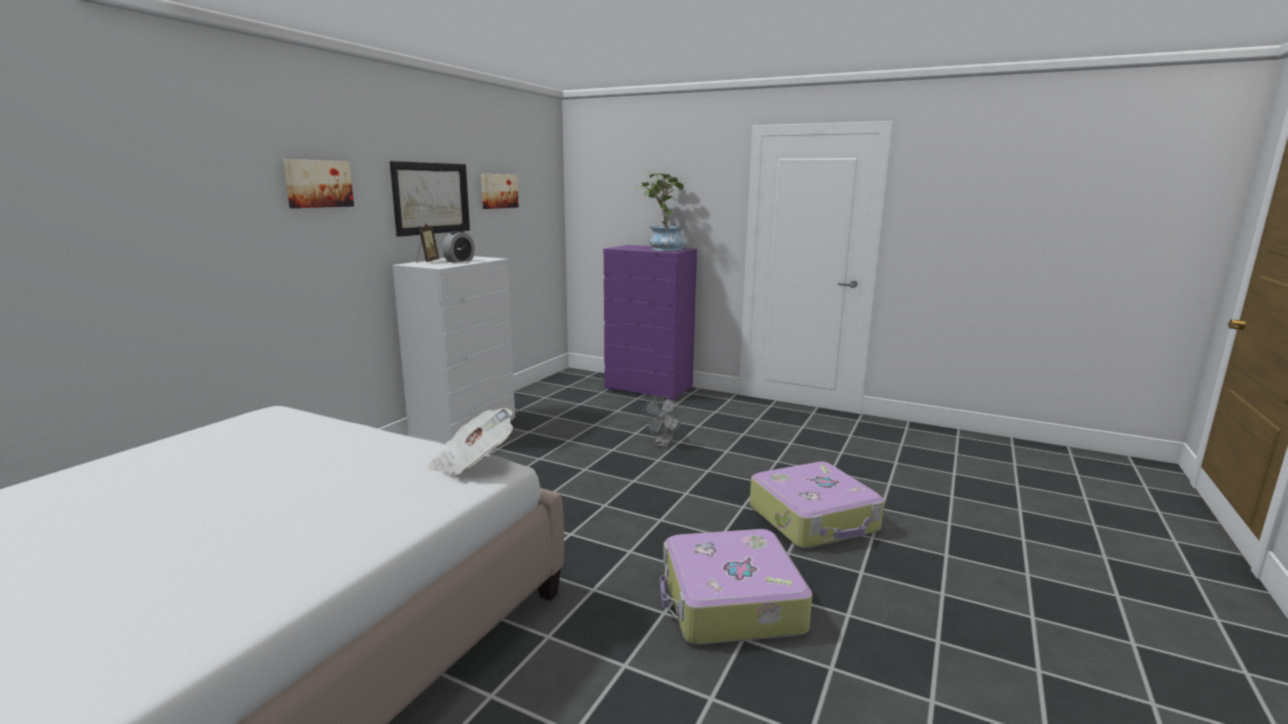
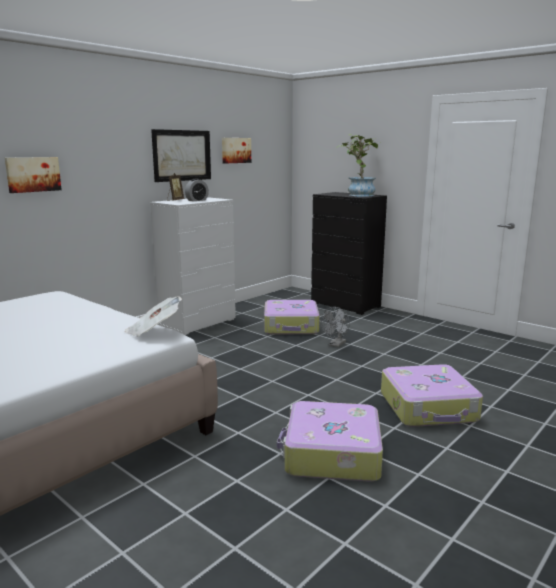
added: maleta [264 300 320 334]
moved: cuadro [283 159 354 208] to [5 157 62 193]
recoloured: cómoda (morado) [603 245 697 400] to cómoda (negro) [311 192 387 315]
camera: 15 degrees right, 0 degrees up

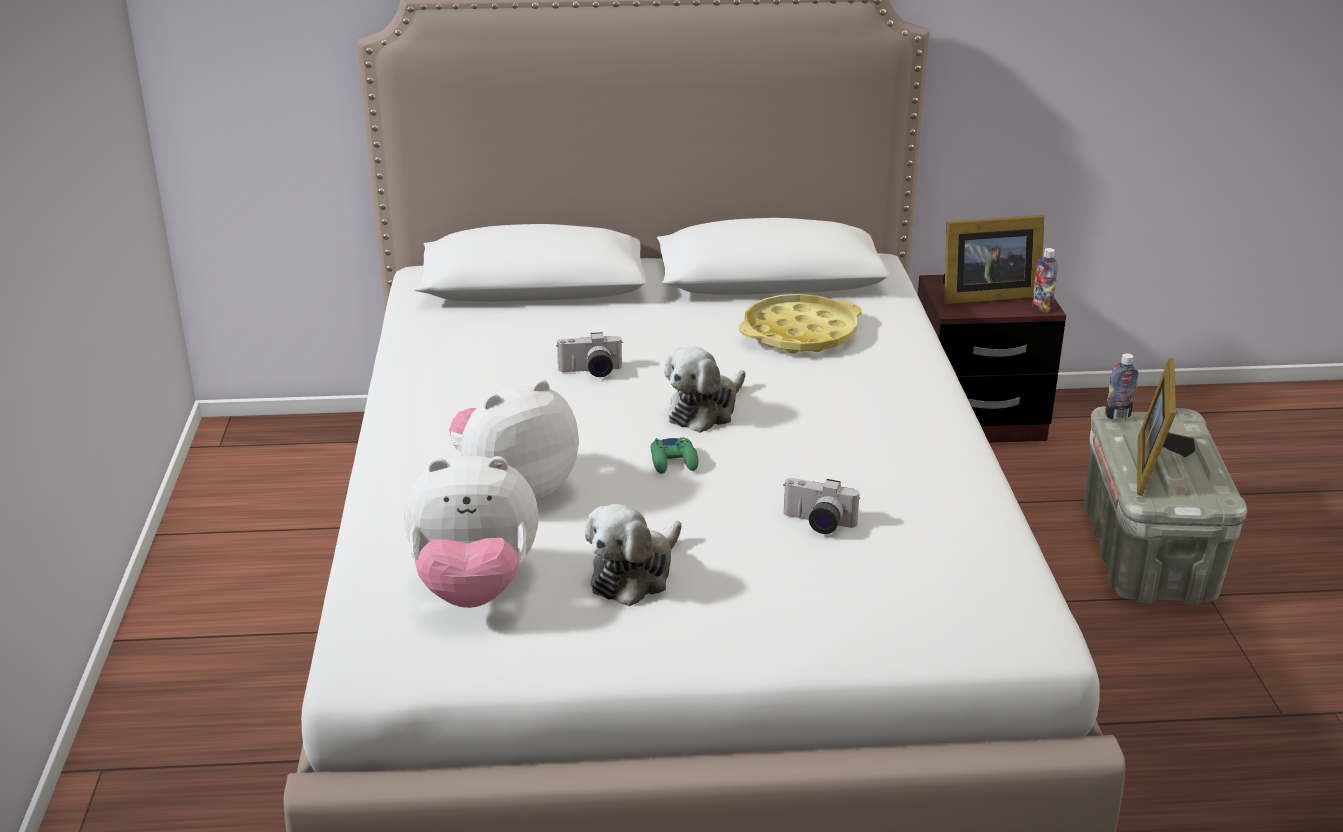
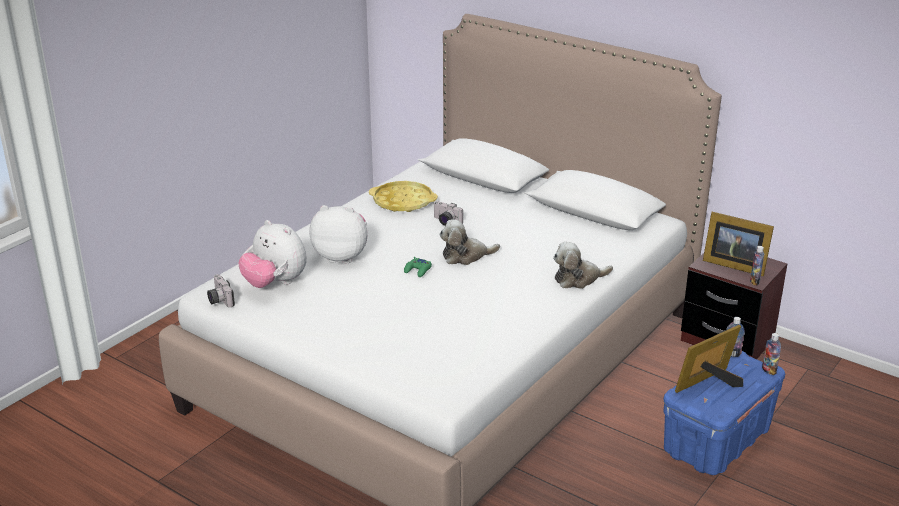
added: botella [762 333 781 375]
moved: bandeja (amarillo) [739 294 862 354] to [369 181 438 212]; cámara [783 478 860 534] to [207 274 235 307]; peluche [585 504 681 606] to [553 242 613 289]
recoloured: caja de almacenaje (gris) [1083 406 1247 605] to caja de almacenaje (azul) [663 351 785 475]
camera: 40 degrees right, 0 degrees up

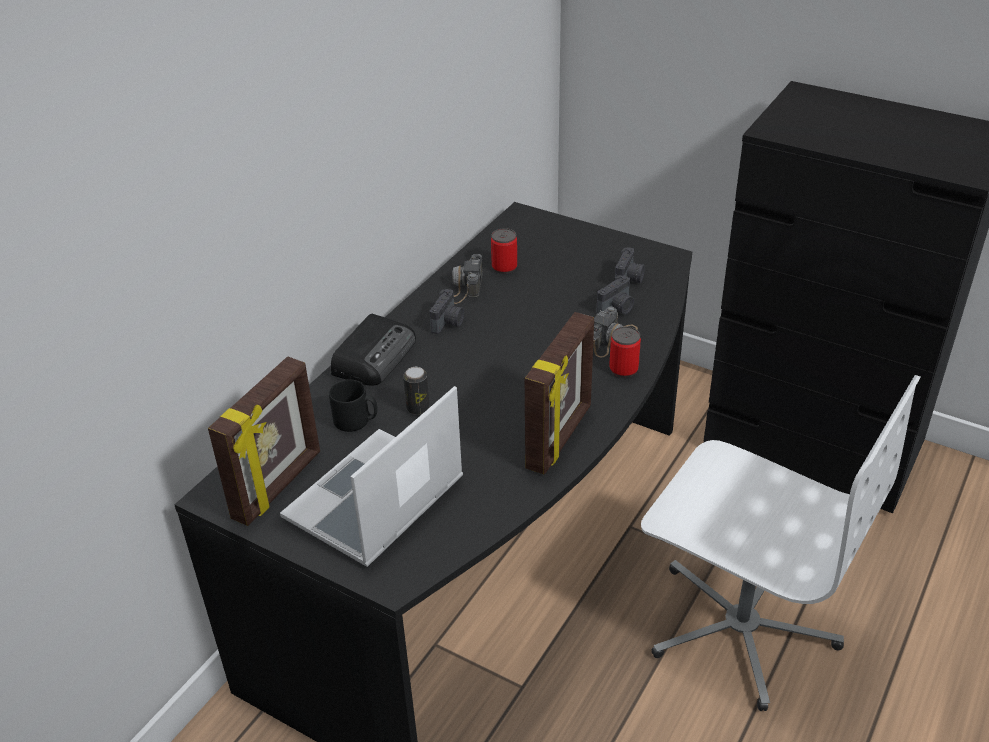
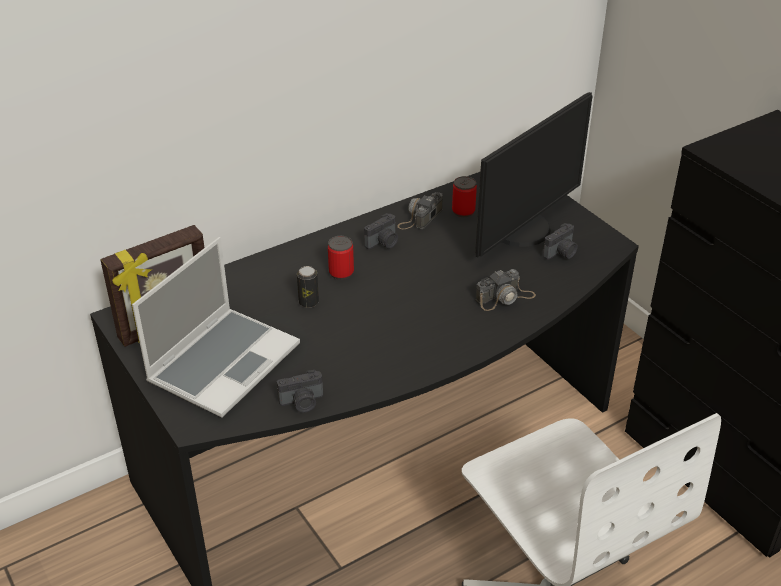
removed: portarretratos [525 312 594 474]; radio [331 314 416 386]; taza grande (negro) [329 380 378 432]
added: monitor [475 92 593 258]
moved: cámara [596 275 634 315] to [277 370 323 413]; lata [609 326 641 378] to [328 236 354 280]
turned: portátil [280 386 463 567] = [132 237 300 418] 150 degrees clockwise
camera: 25 degrees right, 0 degrees up

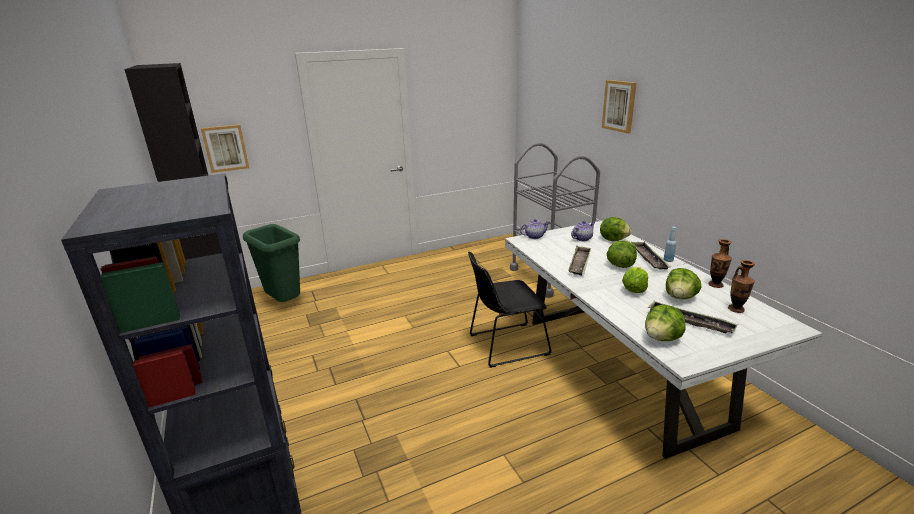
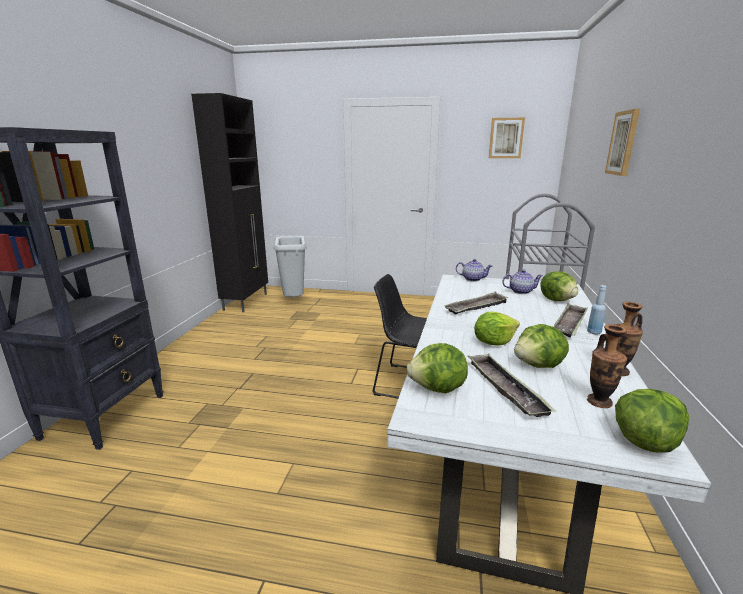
moved: cuadro [201 125 249 173] to [489 118 525 158]; lechuga [607 241 637 268] to [615 389 689 453]
recoloured: papelera (verde) [243 224 300 302] to papelera (gris) [274 236 307 297]
camera: 35 degrees right, 5 degrees down

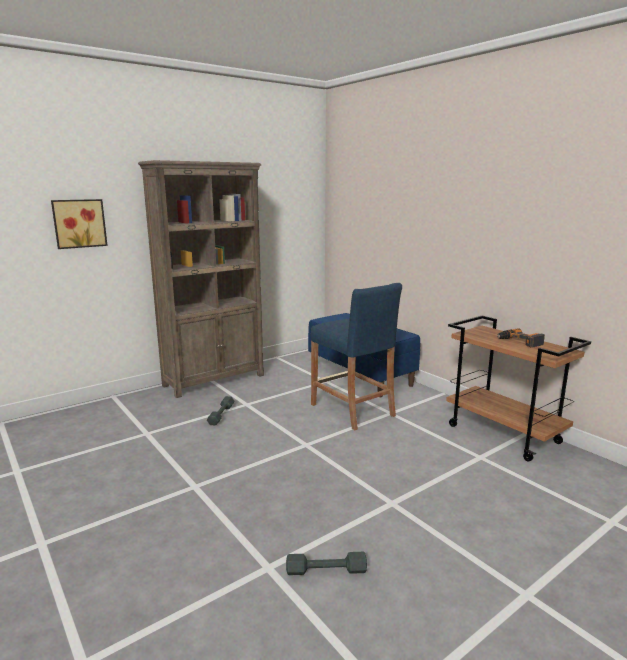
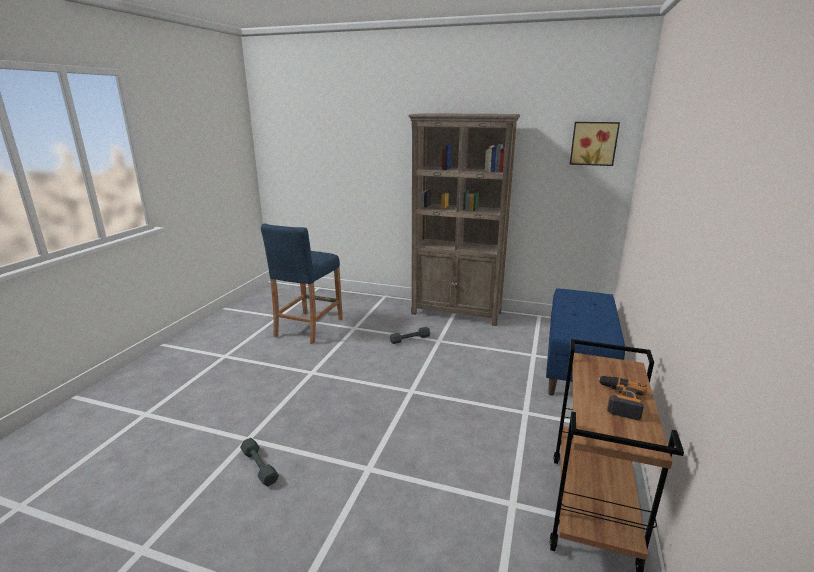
moved: cuadro [51 199 108 249] to [570 122 620 166]; taburete (azul) [311 283 402 430] to [261 223 343 344]
camera: 55 degrees right, 5 degrees up

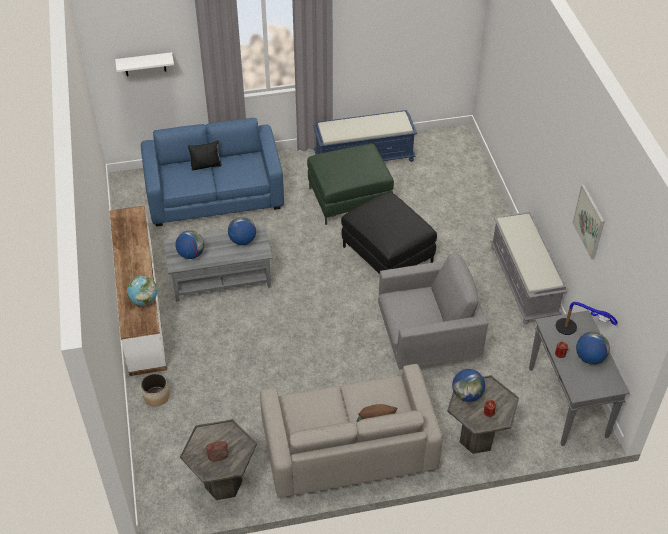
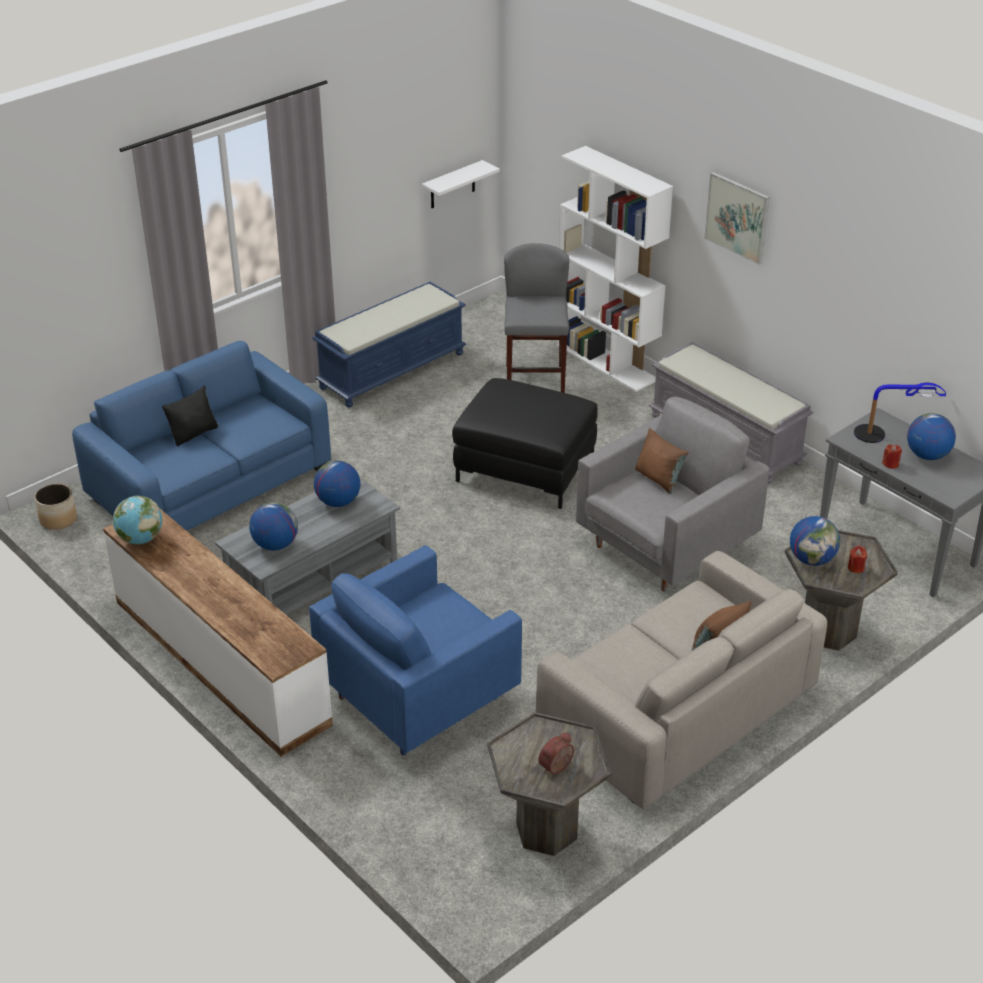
removed: puf (verde) [307 144 394 225]
added: estantería (blanco) [556 146 673 392]; taburete (gris) [504 243 569 393]; cojín (marrón) [635 428 689 494]; sillón (azul) [309 545 522 756]
moved: estante (blanco) [115 52 174 76] to [422 160 500 208]; cuadro [572 184 605 260] to [704 172 769 265]; globo terráqueo [127 276 157 306] to [113 496 162 544]; maceta [141 373 169 406] to [35 484 77 530]
camera: 30 degrees left, 10 degrees down

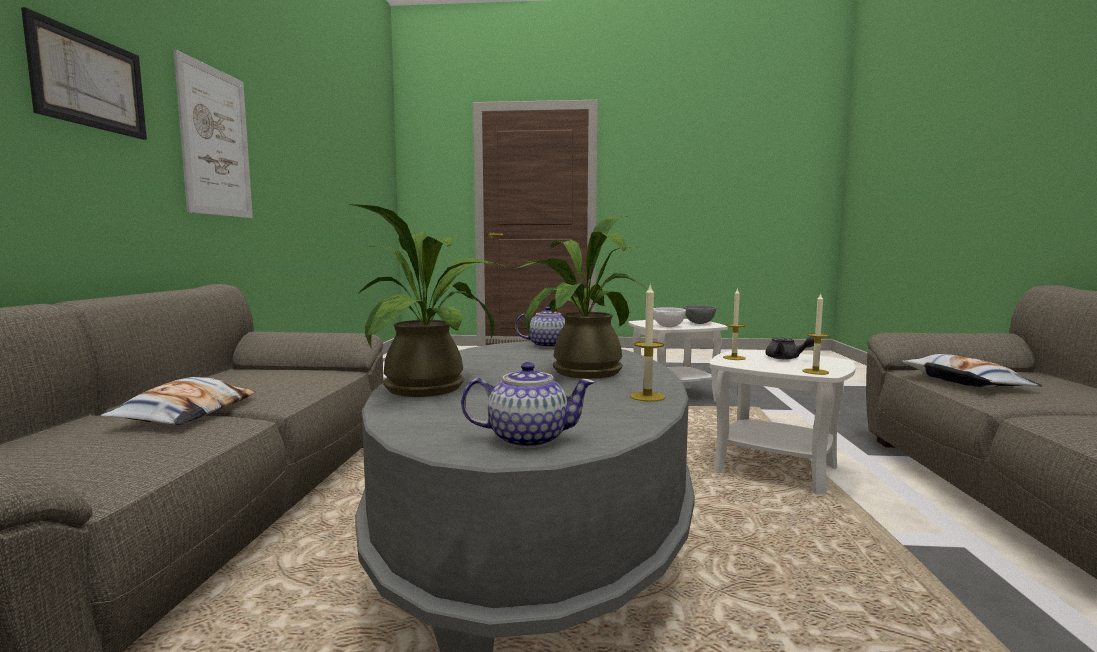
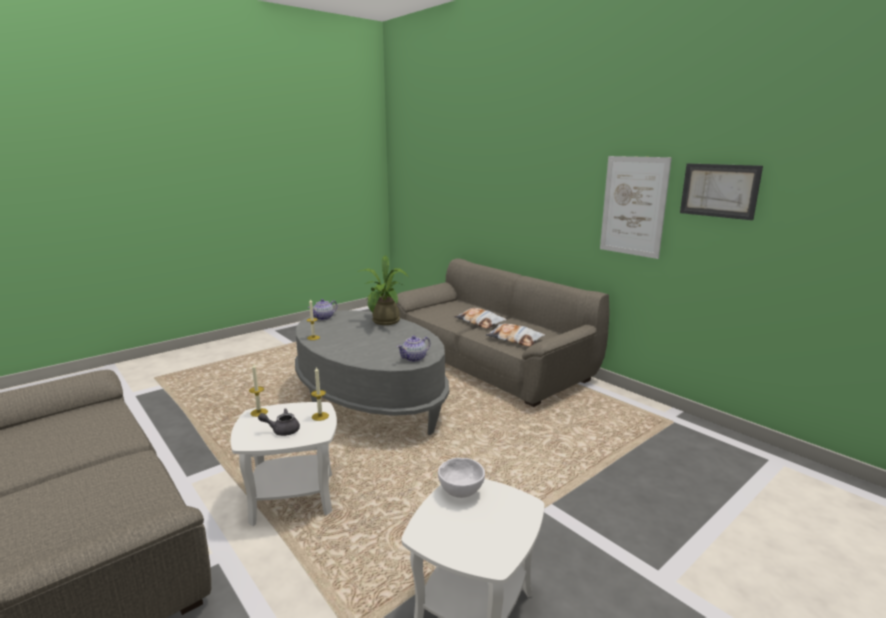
removed: planta en maceta [515 216 648 379]; cuenco (gris) [684 305 716 324]
moved: cuadro [21 7 147 140] to [680 163 763 220]; cojín [902 354 1042 387] to [486 324 545 347]
camera: 135 degrees right, 10 degrees up

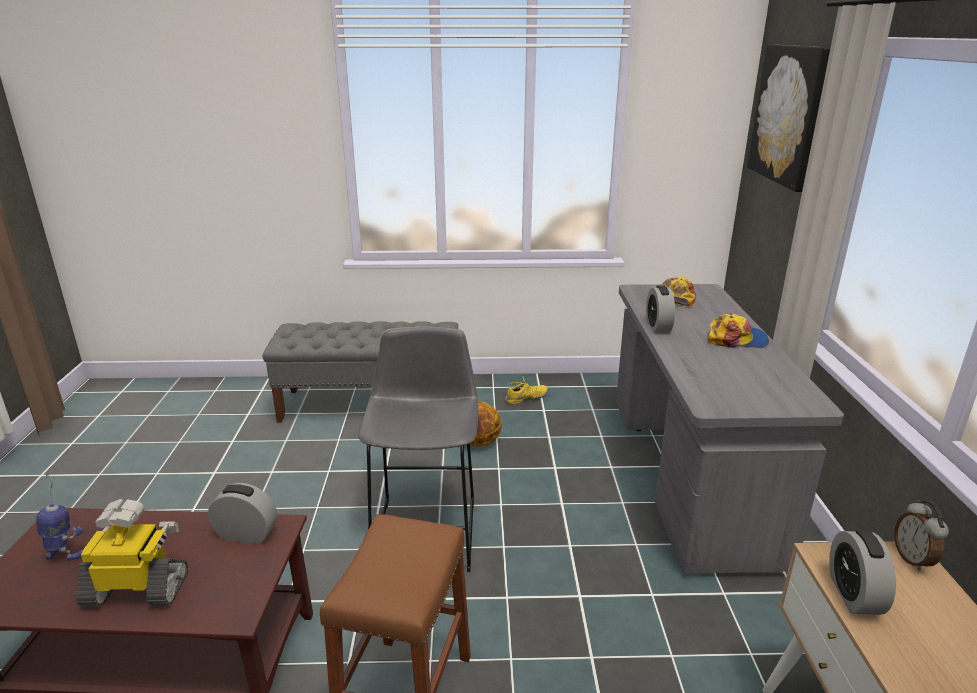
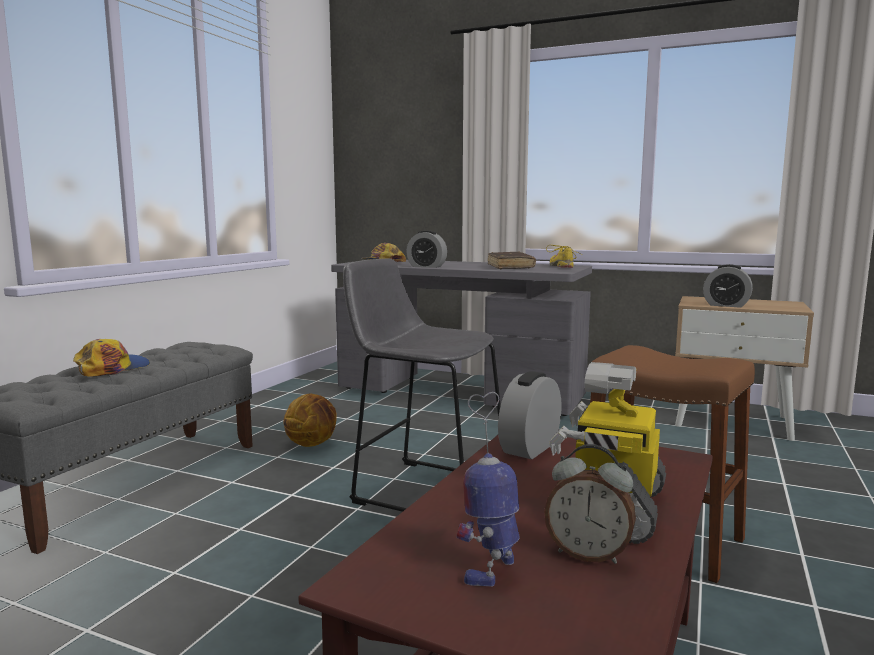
removed: cuadro [747 44 830 192]
added: libro (marrón) [488 252 536 269]
moved: gorra [708 313 769 348] to [73 339 150 377]; zapato (amarillo) [505 376 548 405] to [546 245 582 268]; despertador [894 501 949 571] to [544 444 636 564]
camera: 65 degrees left, 15 degrees down

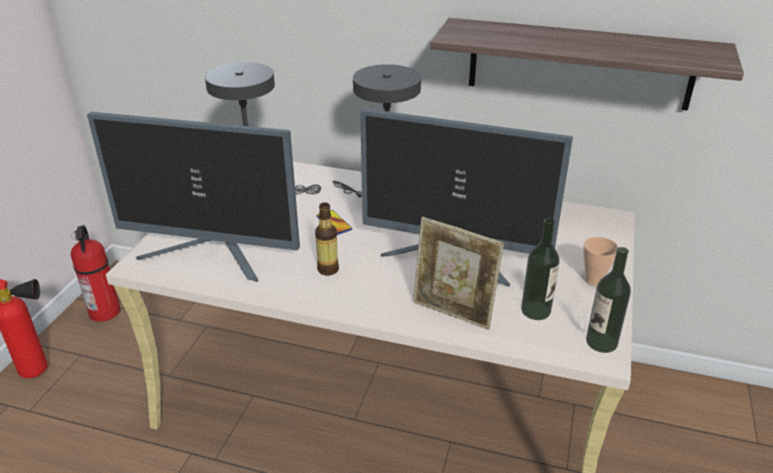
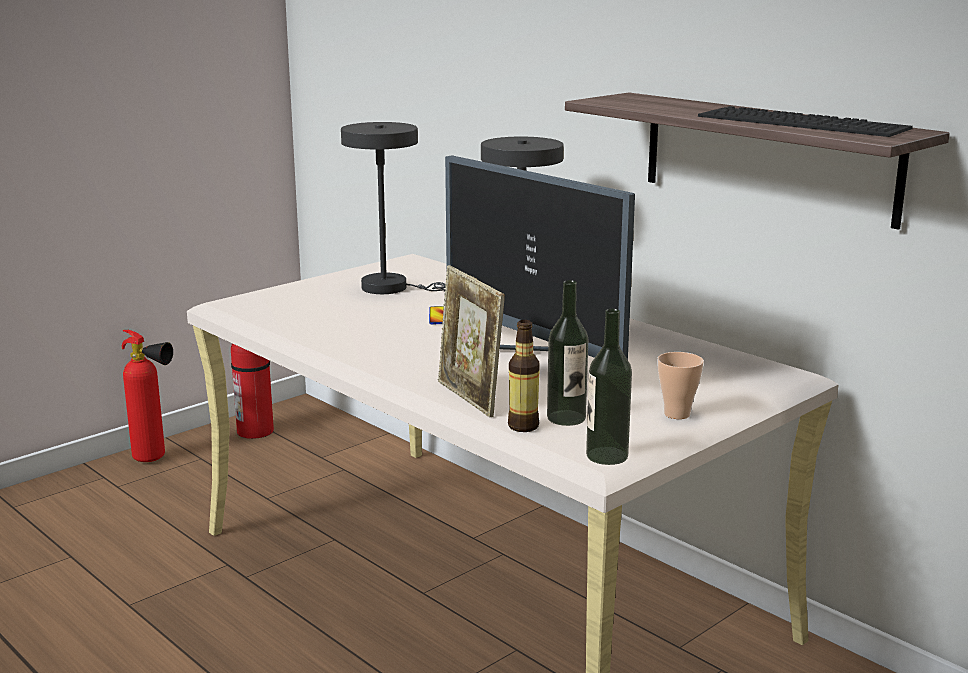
removed: monitor [87 112 300 282]
added: teclado [698 106 913 137]
moved: botella [315 203 339 275] to [508 320 540 432]
camera: 30 degrees right, 15 degrees down

